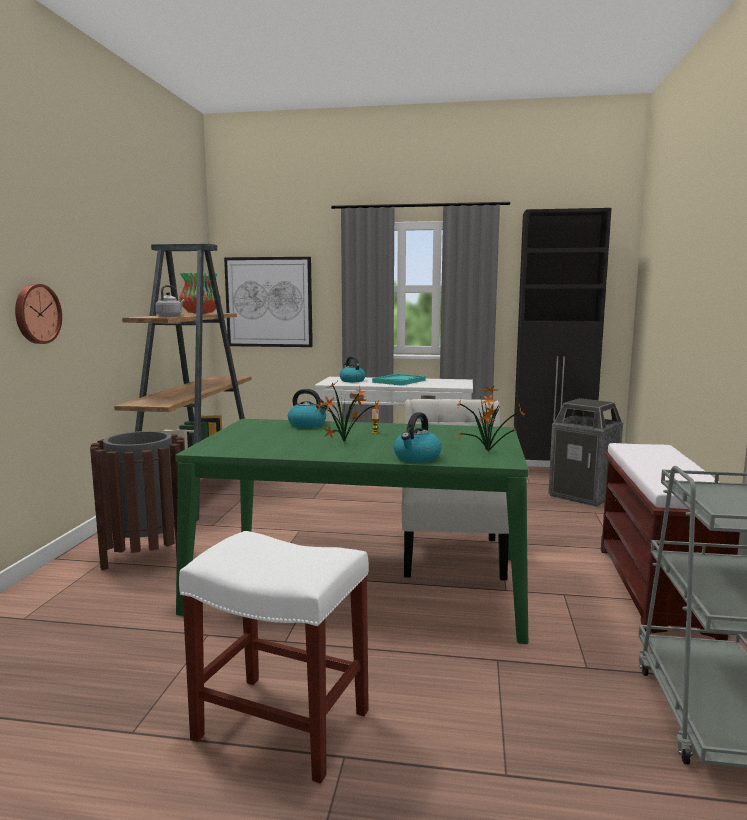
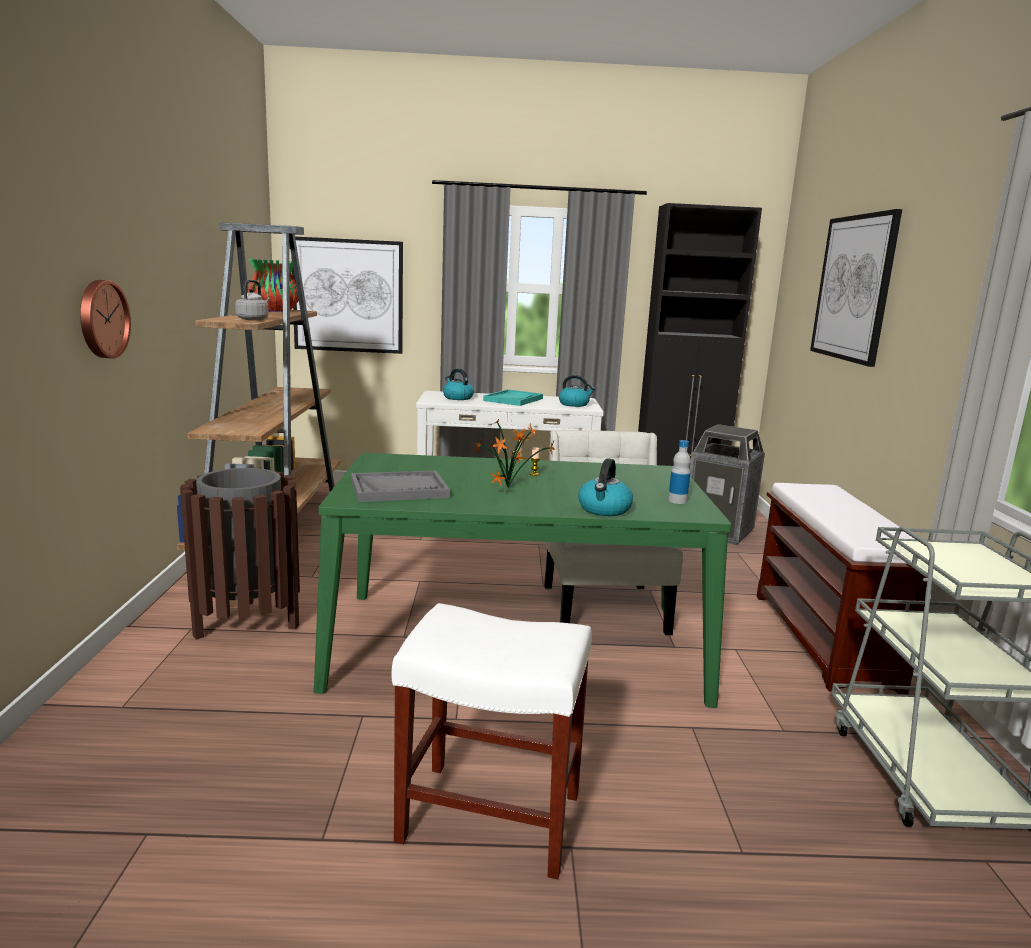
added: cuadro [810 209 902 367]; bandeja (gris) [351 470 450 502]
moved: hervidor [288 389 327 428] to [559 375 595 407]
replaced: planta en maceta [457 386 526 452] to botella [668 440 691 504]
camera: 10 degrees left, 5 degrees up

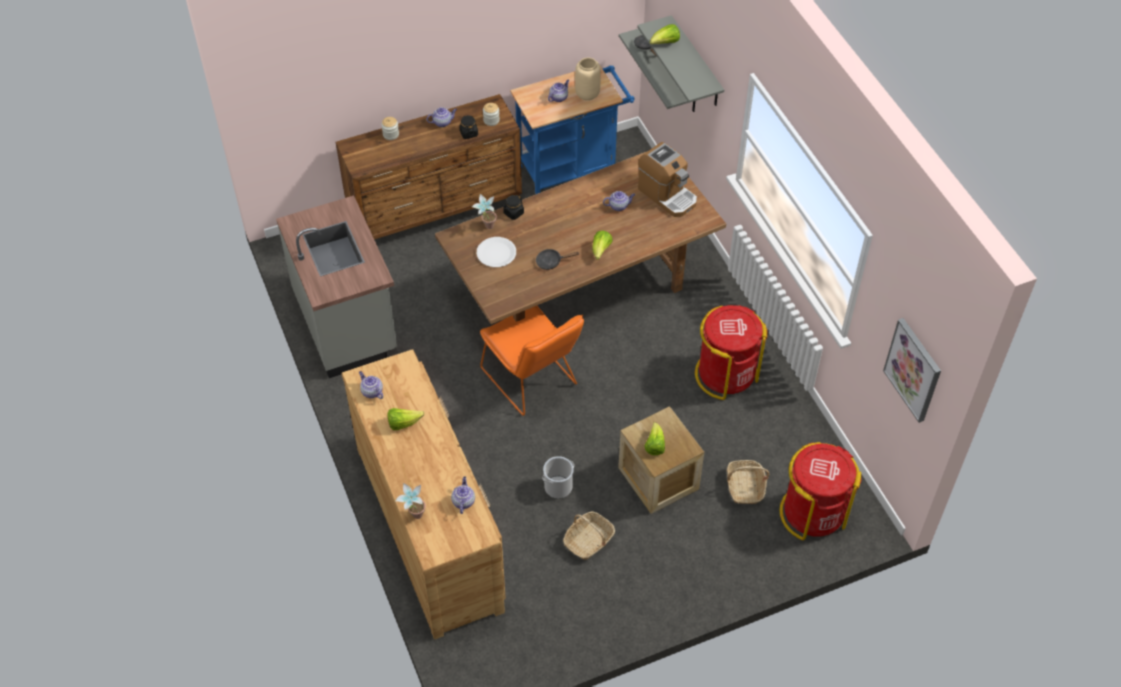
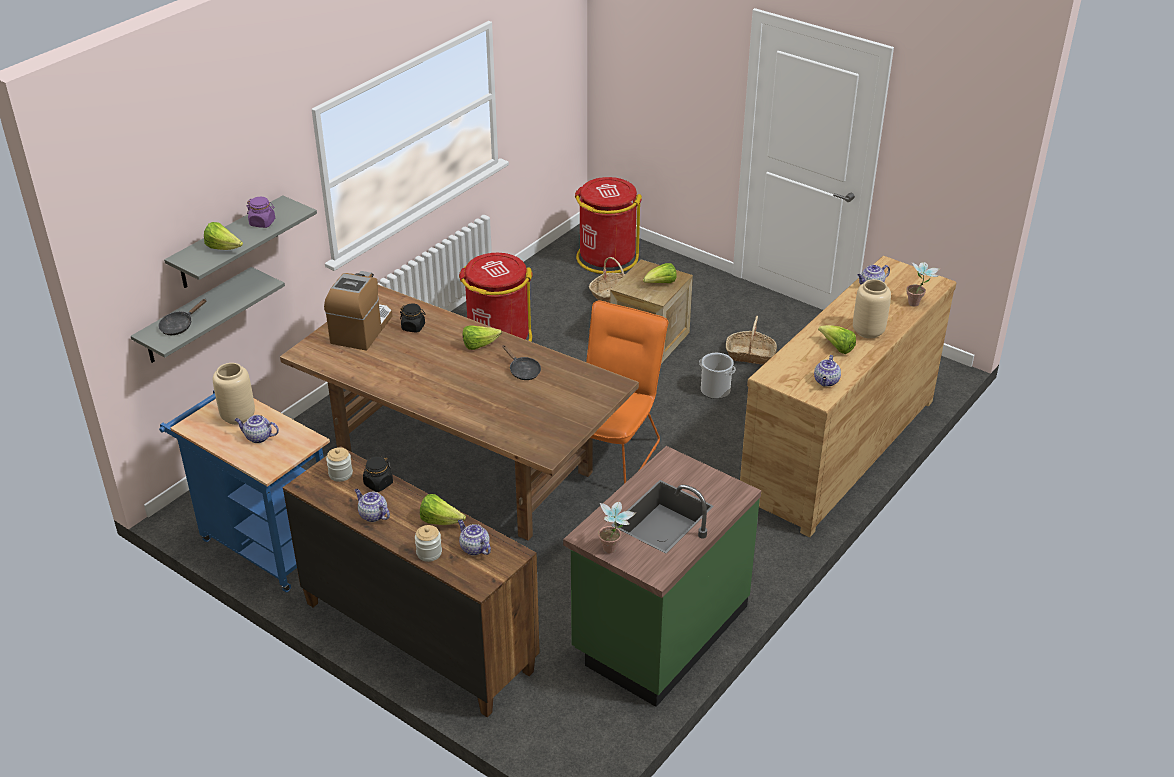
removed: plato (blanco) [477 237 516 267]; cuadro [883 318 941 423]
added: tarro (morado) [247 197 275 228]; florero (beis) [853 279 891 339]; lechuga [420 494 466 525]
moved: tetera [603 191 635 211] to [458 520 491 556]; planta en maceta [472 194 497 229] to [598 502 636 553]; tarro (negro) [503 195 524 220] to [400 303 426 333]
recoloured: mueble bajo de cocina (gris) [276 195 397 378] to mueble bajo de cocina (verde) [563 446 761 707]
camera: 120 degrees left, 15 degrees down

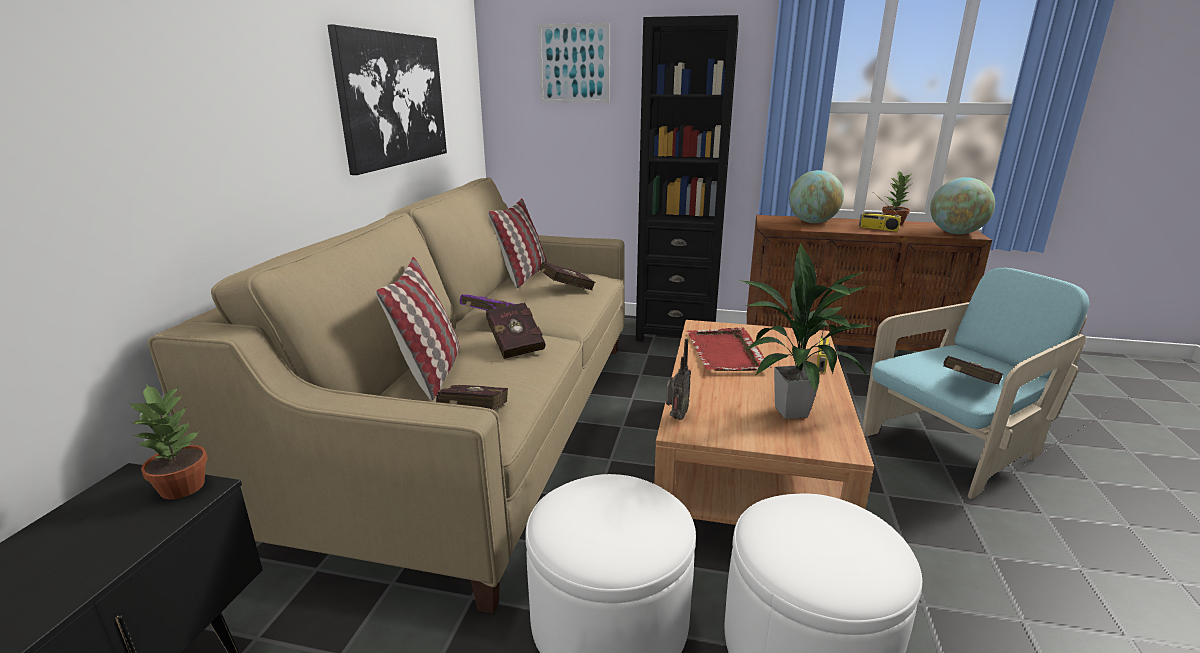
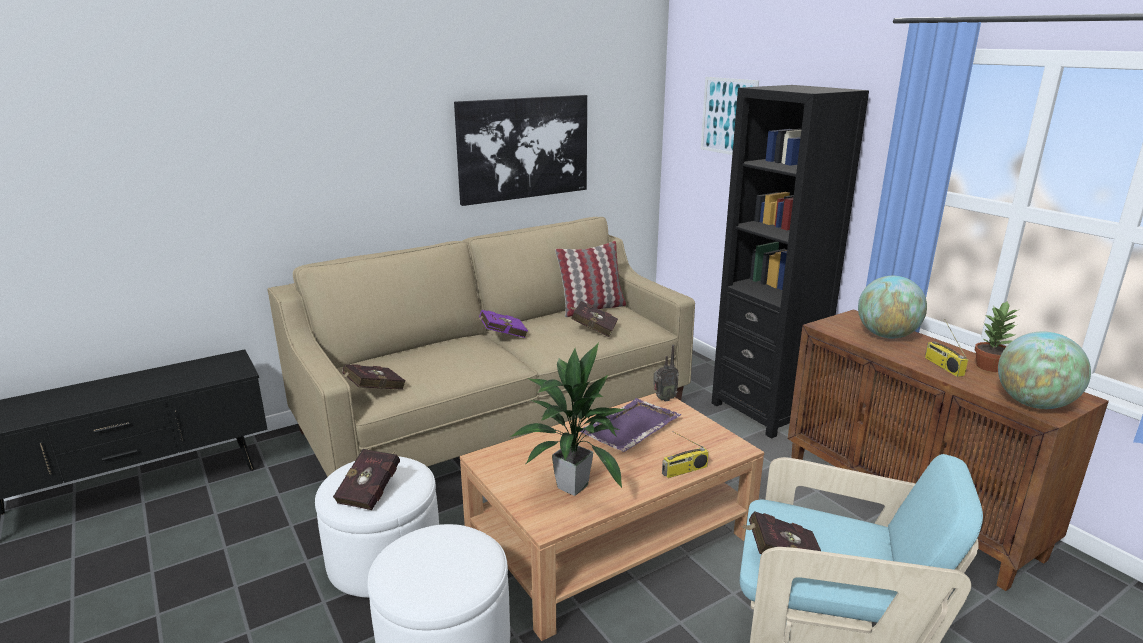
removed: cojín [375 257 460 400]; planta en maceta [129 384 208 500]
moved: libro (rojo) [486 303 545 359] to [333 449 400 510]; radio [666 339 691 420] to [653 345 679 402]
recoloured: bandeja (rojo) [687 327 772 371] to bandeja (morado) [580 398 682 452]
camera: 45 degrees right, 0 degrees up

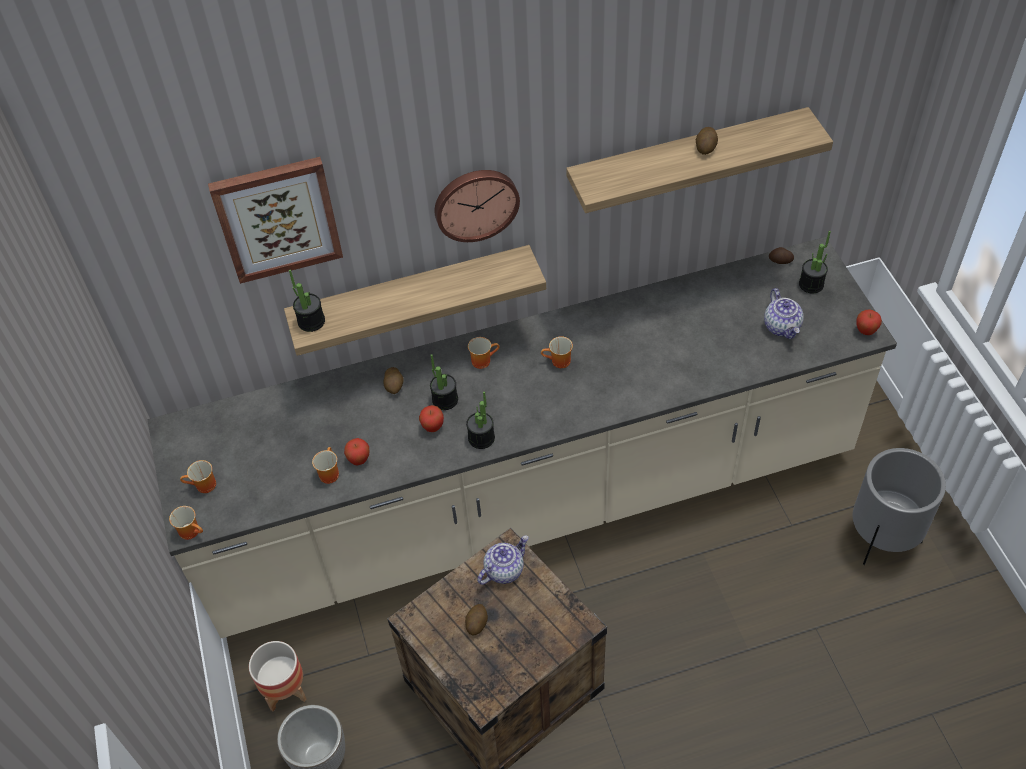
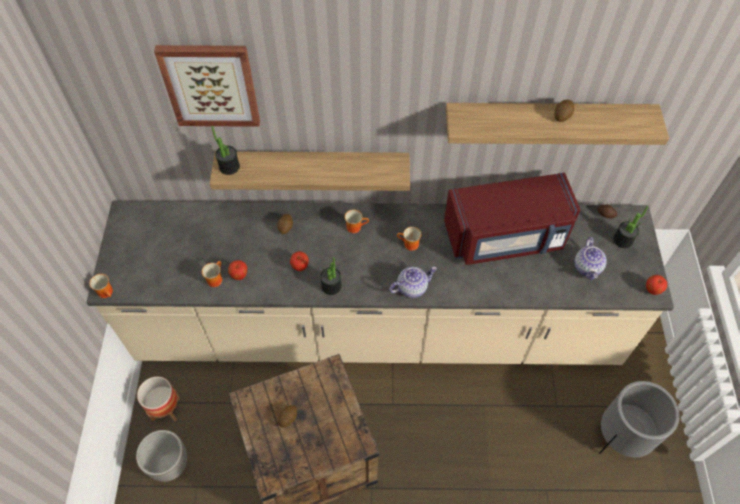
removed: reloj de pared [434 170 520 242]; planta en maceta [430 354 458 410]; taza grande [180 460 216 493]
added: microondas (rojo) [444 172 580 265]
moved: tetera [477 536 529 585] to [389 267 437 298]
camera: 15 degrees right, 5 degrees up

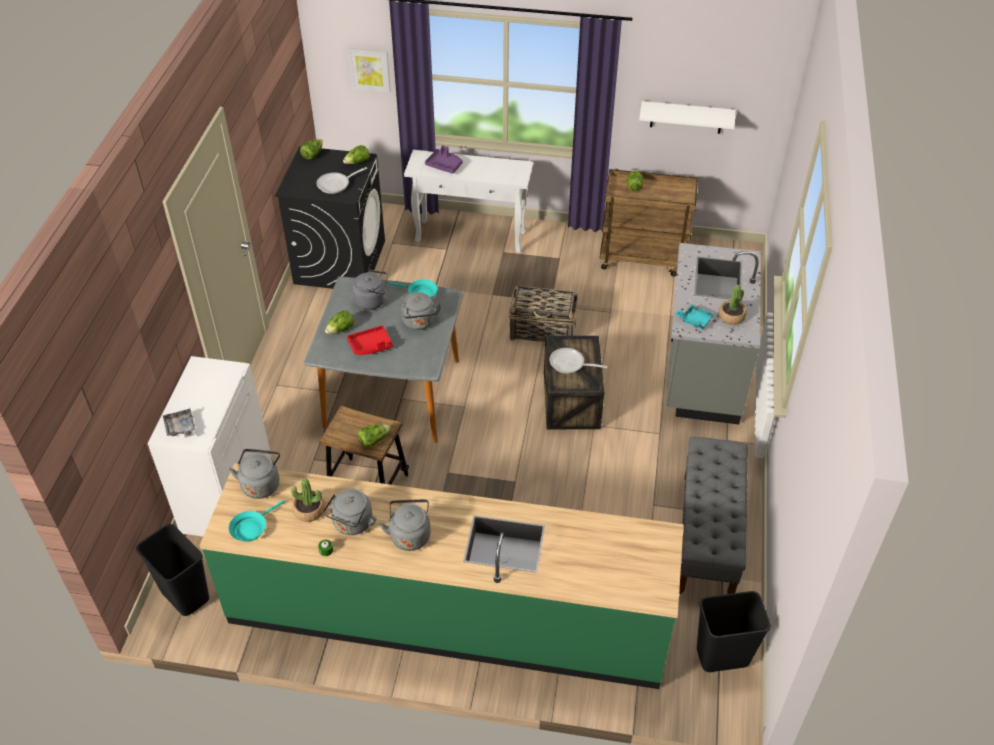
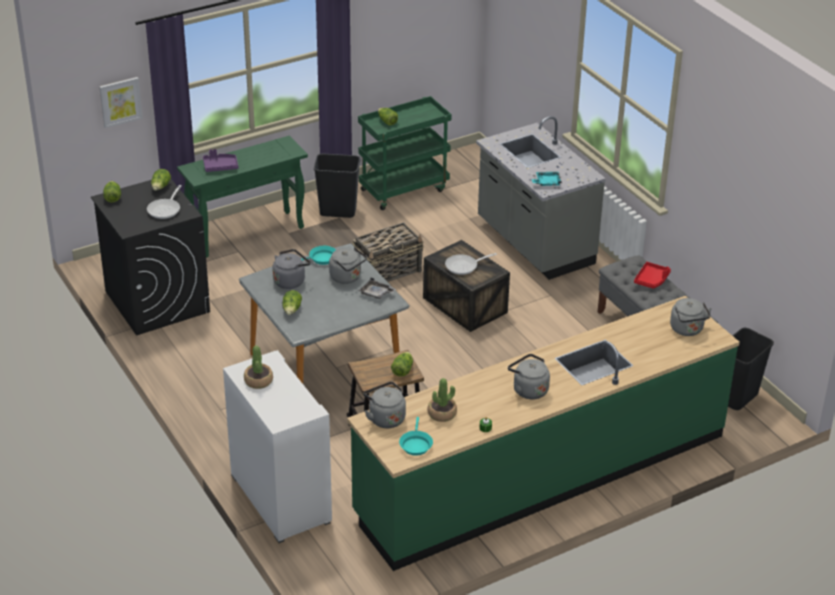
removed: estante (blanco) [639 101 735 134]
moved: planta en maceta [718 285 747 325] to [244 345 273 389]; bandeja (rojo) [347 325 393 355] to [634 262 671 289]; bandeja (gris) [163 409 195 438] to [359 278 396 299]; hervidor (gris) [323 489 377 535] to [670 298 712 336]; papelera (negro) [136 524 209 616] to [314 154 360 218]
recoloured: mesa consola (blanco) [404 150 533 253] to mesa consola (verde) [177 136 308 258]; carrito (marrón) [600 169 698 277] to carrito (verde) [358 96 452 210]
camera: 40 degrees left, 10 degrees down

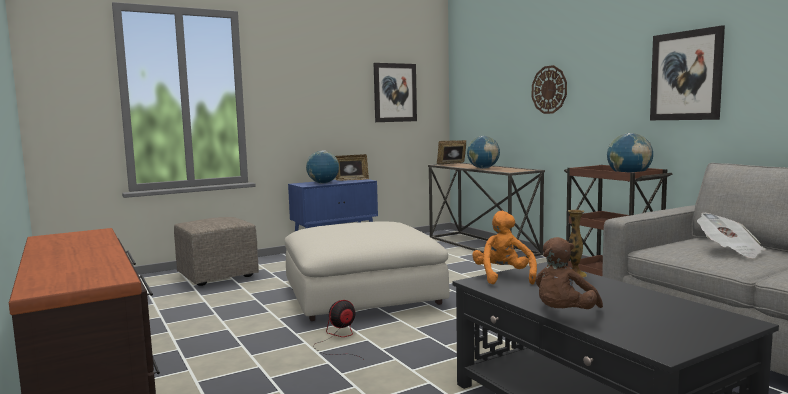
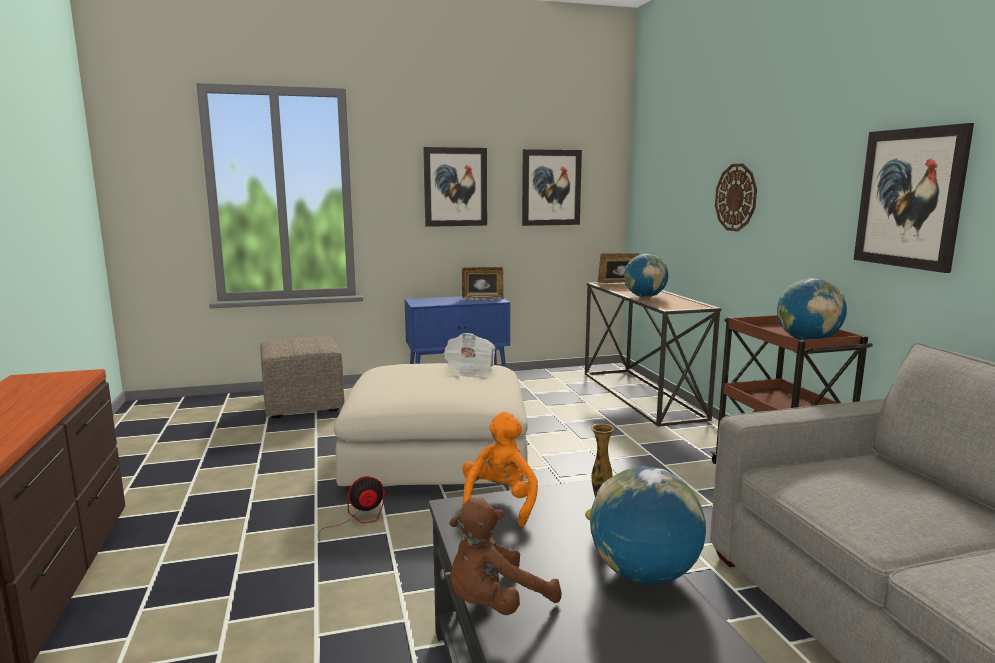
added: cuadro [423 147 487 227]
moved: globo terráqueo [306 150 339 184] to [590 466 706 585]; periódico [697 213 765 259] to [443 333 495 378]
camera: 15 degrees right, 5 degrees up

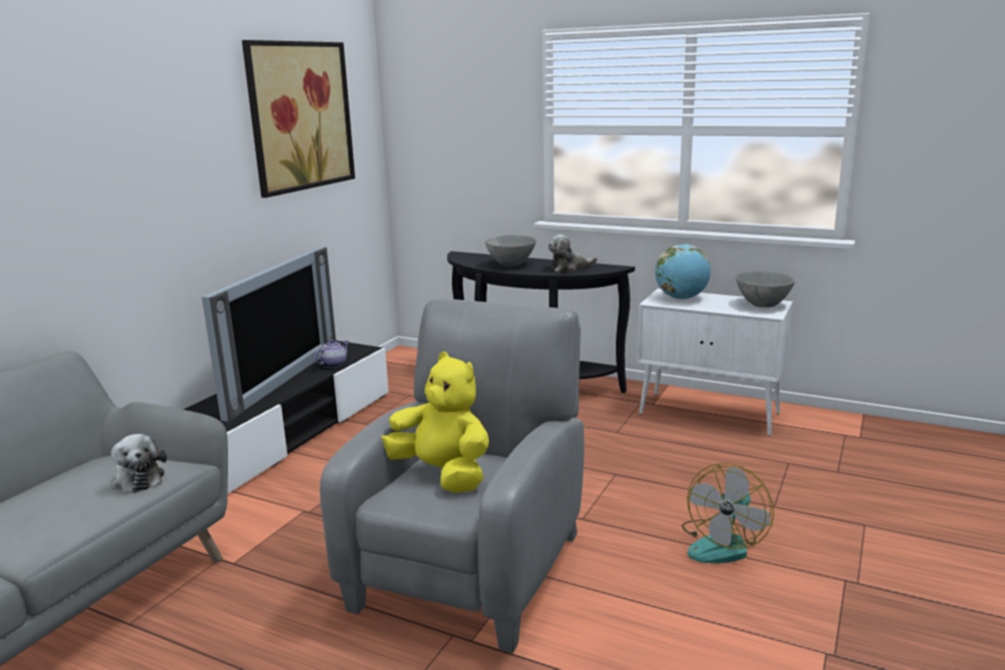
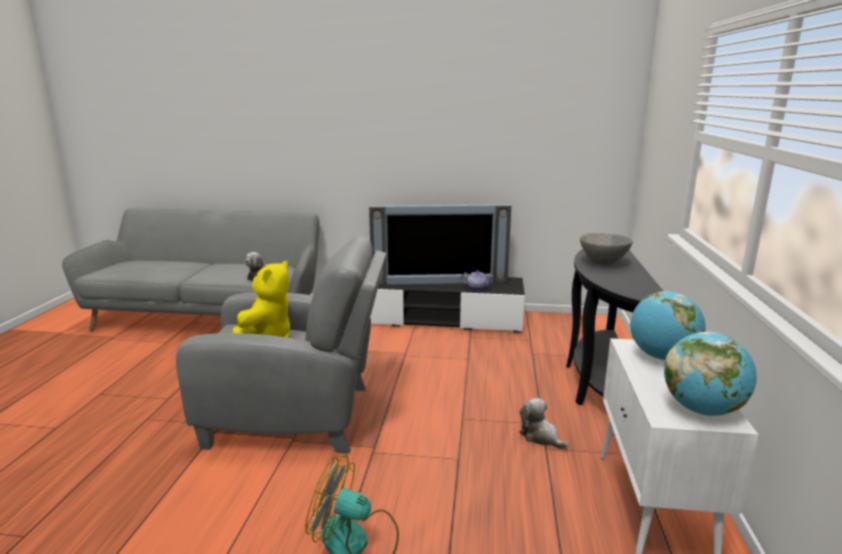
removed: cuadro [242 40 355 198]
moved: peluche [548 234 597 272] to [519 398 568 450]
replaced: cuenco (gris) [736 271 795 307] to globo terráqueo [664 332 757 416]
camera: 70 degrees right, 0 degrees up

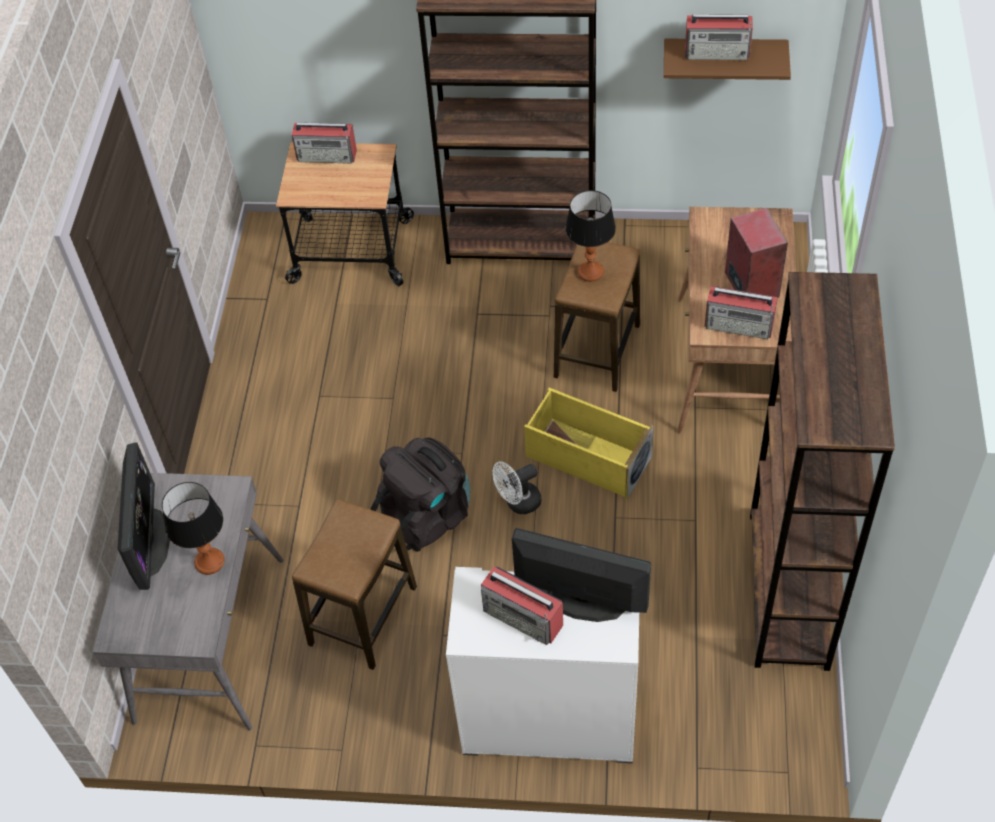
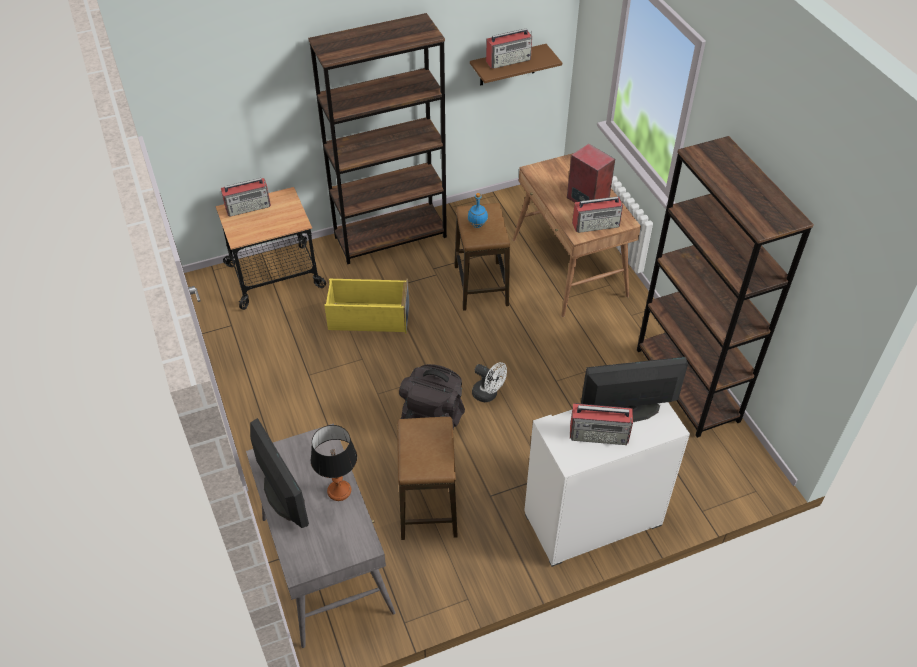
moved: caja de almacenaje (amarillo) [524 388 654 500] to [324 279 409 334]
replaced: lámpara de mesa [565 190 616 282] to botella (azul) [468 193 488 228]
turned: ventilador (blanco) [493 461 541 514] = [472 362 507 402] 90 degrees counterclockwise
camera: 30 degrees left, 5 degrees down

